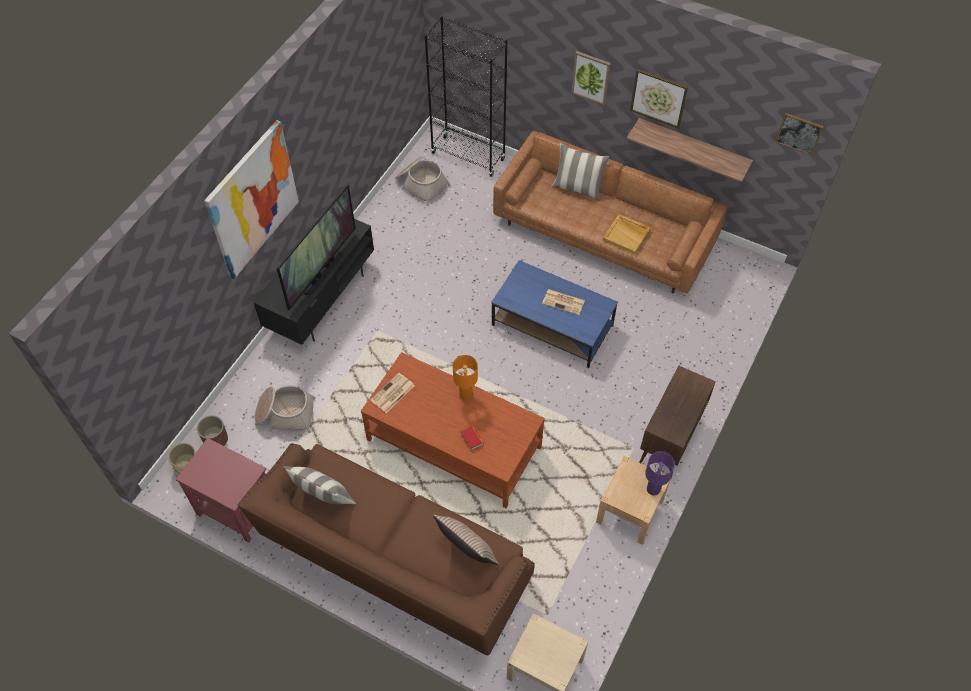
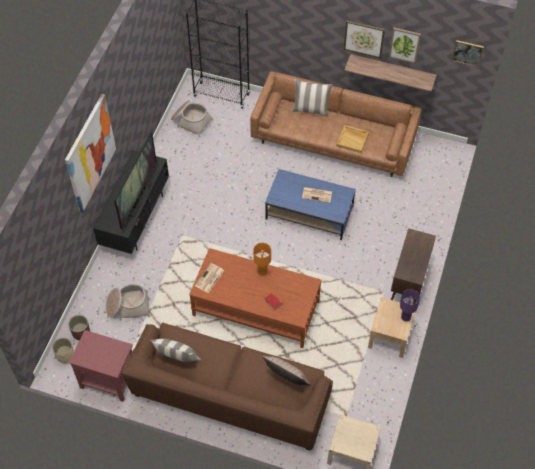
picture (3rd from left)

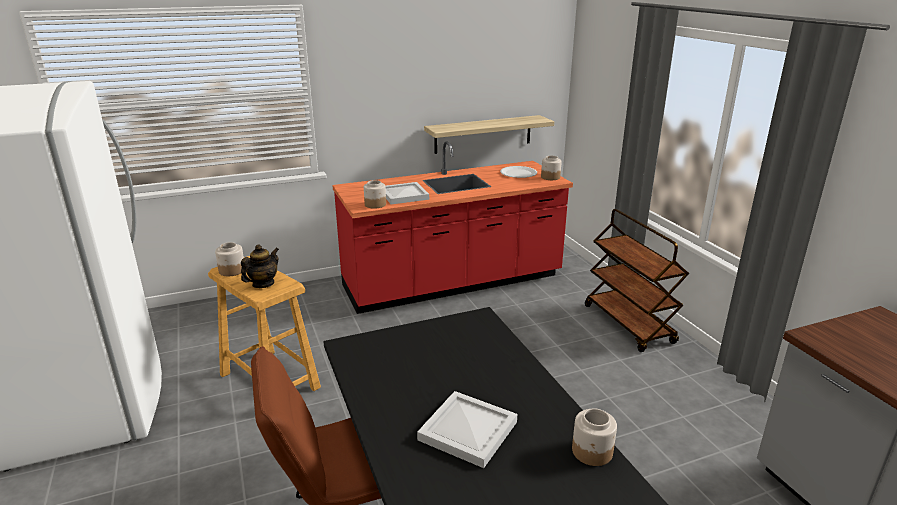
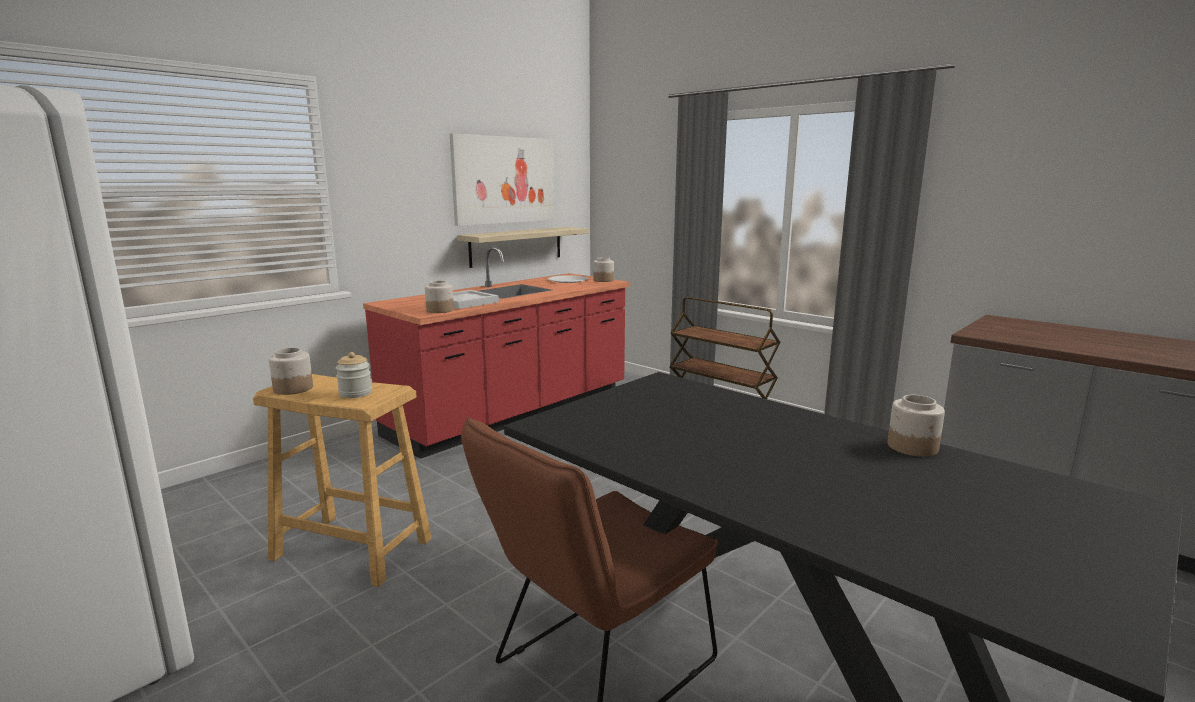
jar (2nd from left)
white tray (2nd from left in the first image)
picture

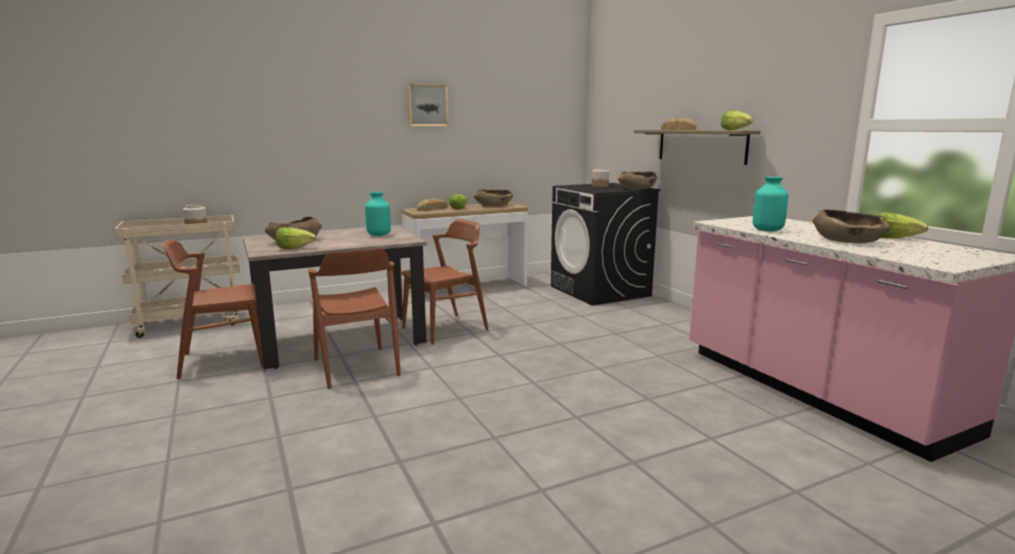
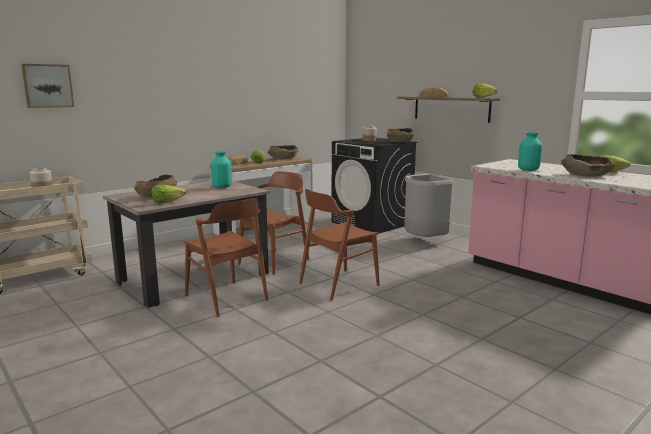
picture
brown chair (3rd from left)
grey trash can

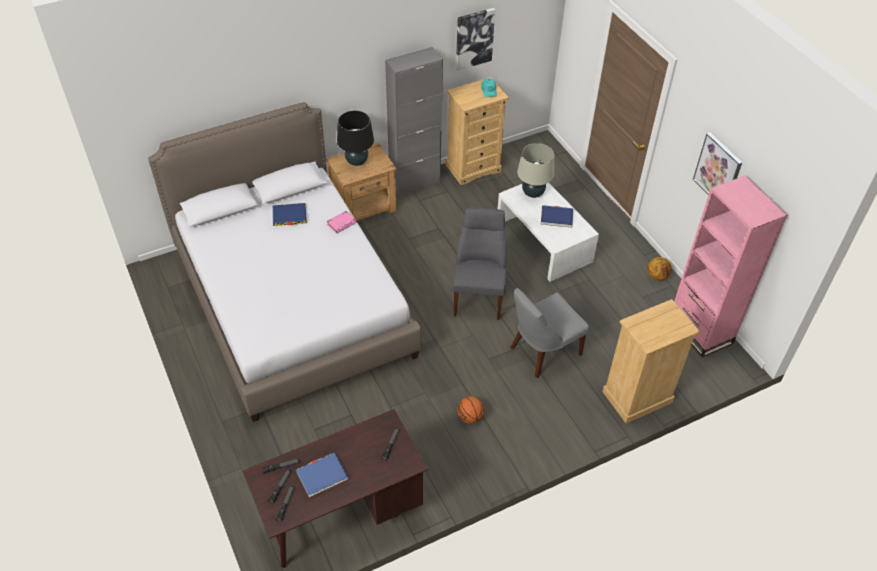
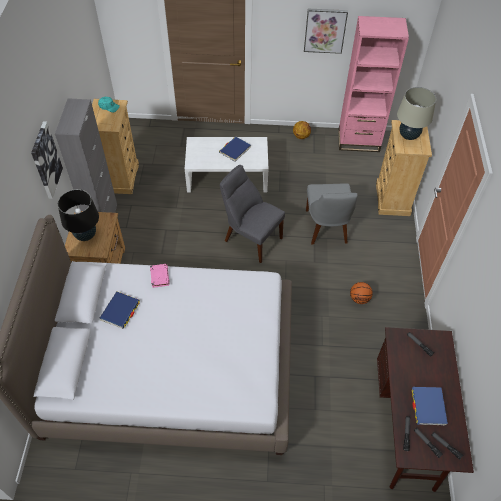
picture (1st from left)
beige table lamp

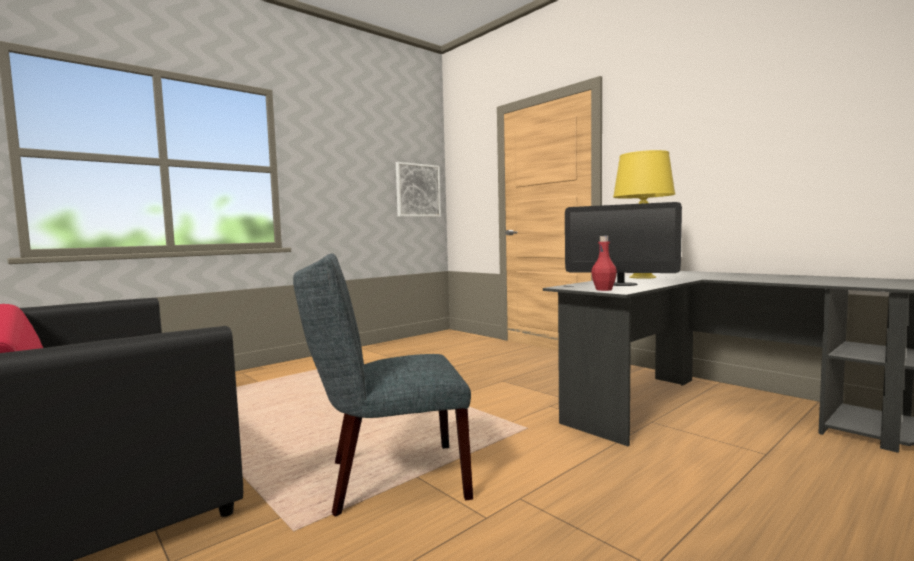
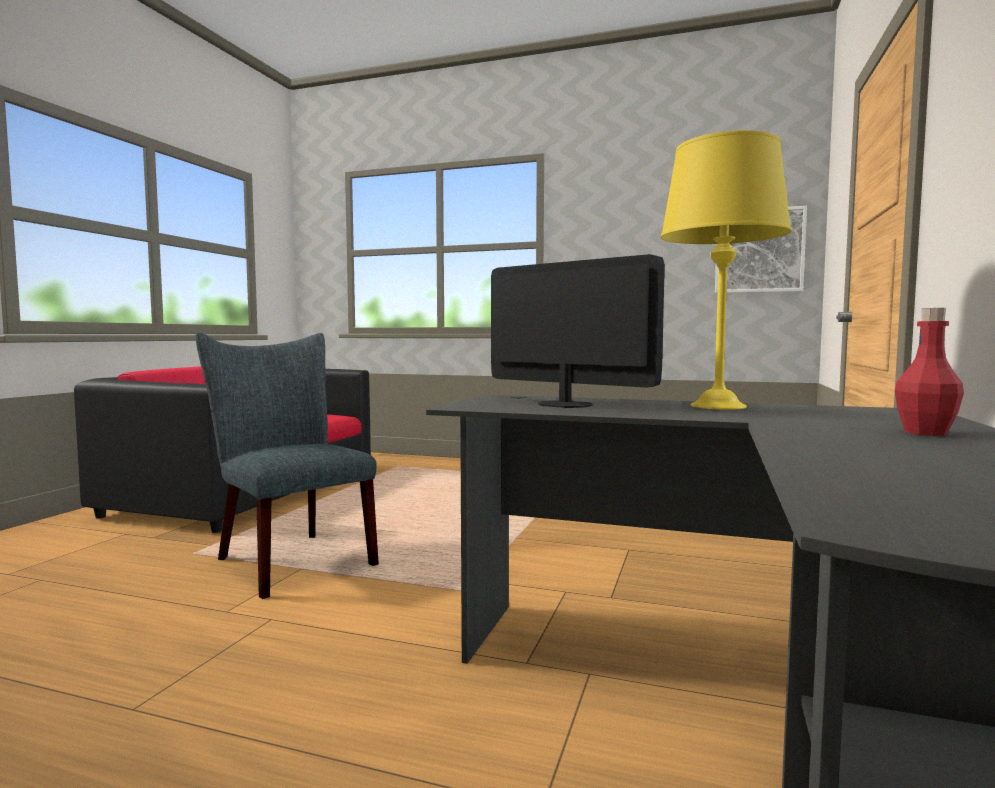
monitor
red bottle

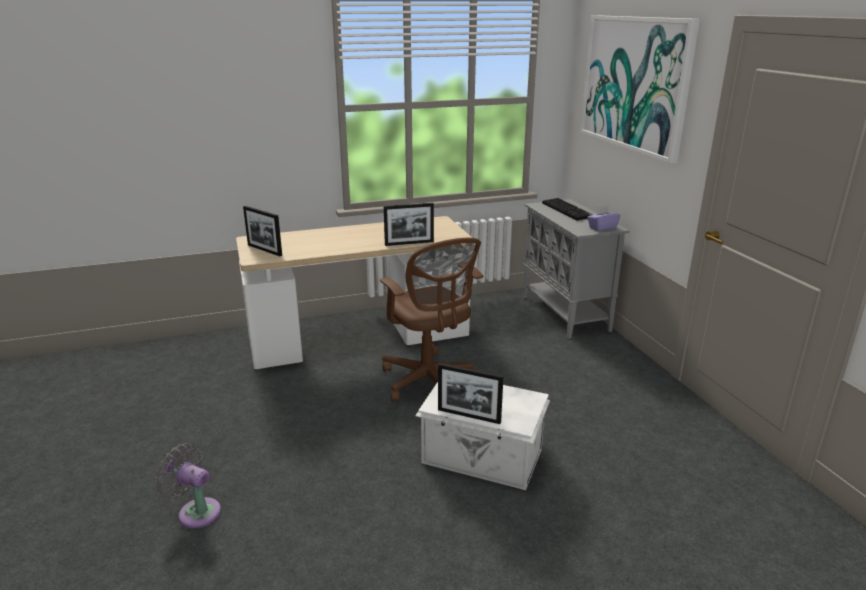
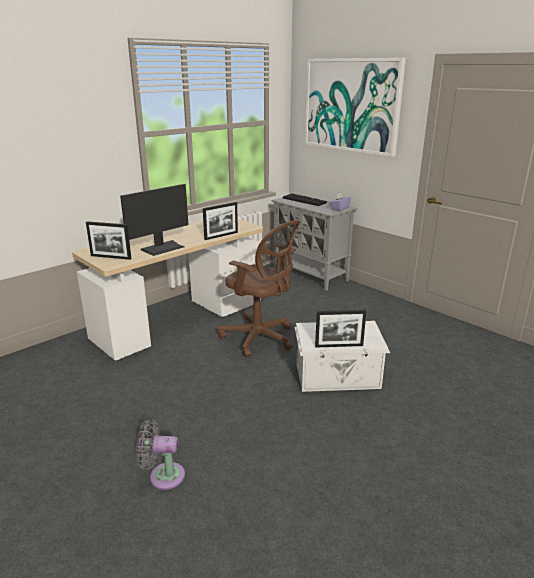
monitor

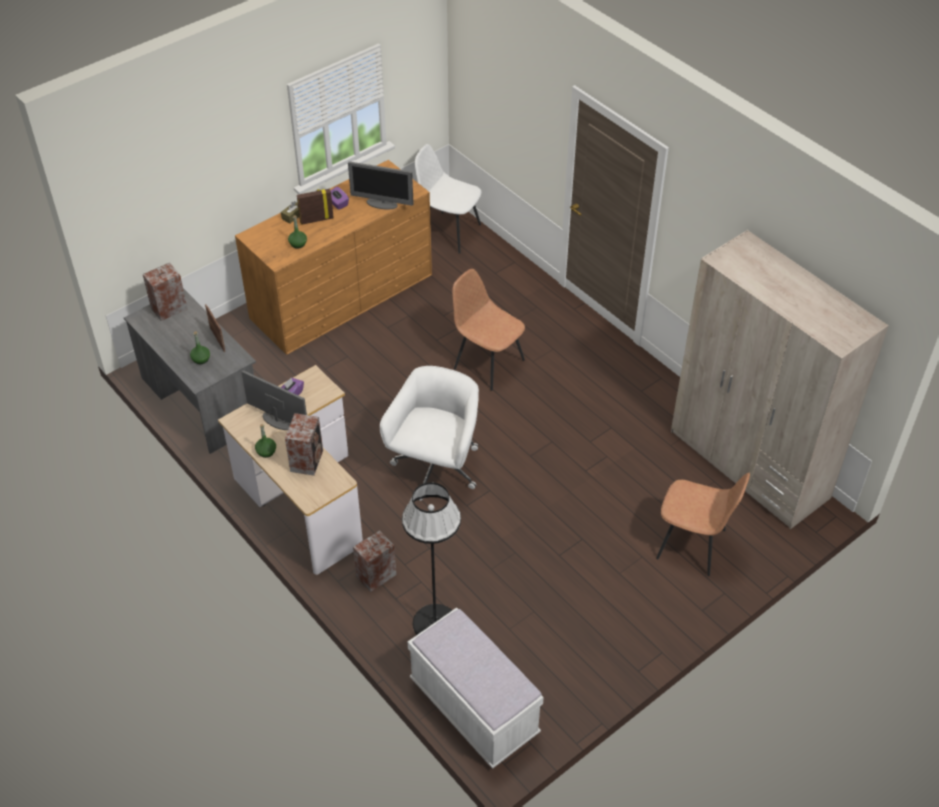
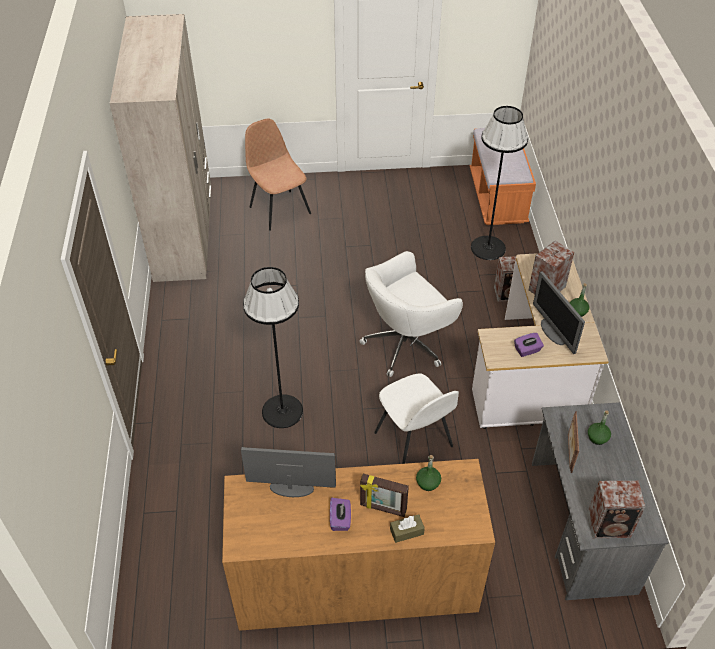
white chair
monitor (1st from left)
black floor lamp (1st from left)
orange bench

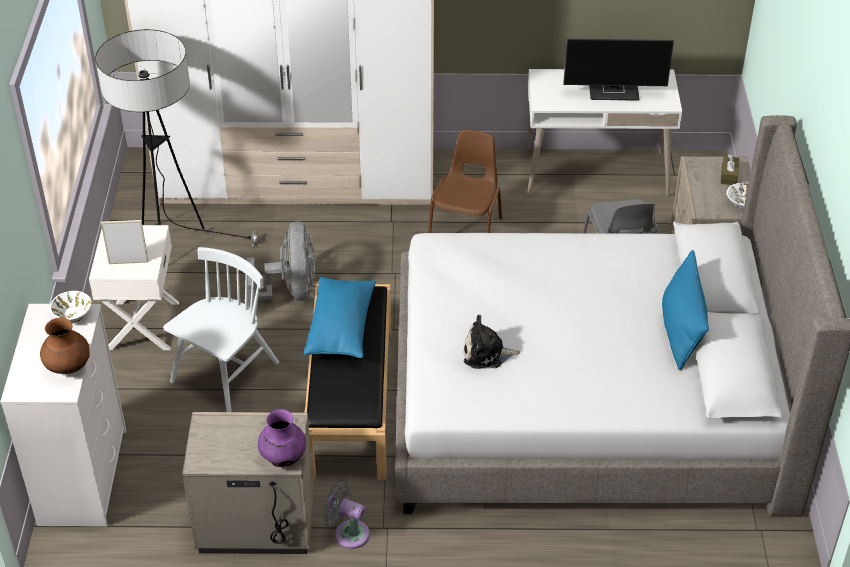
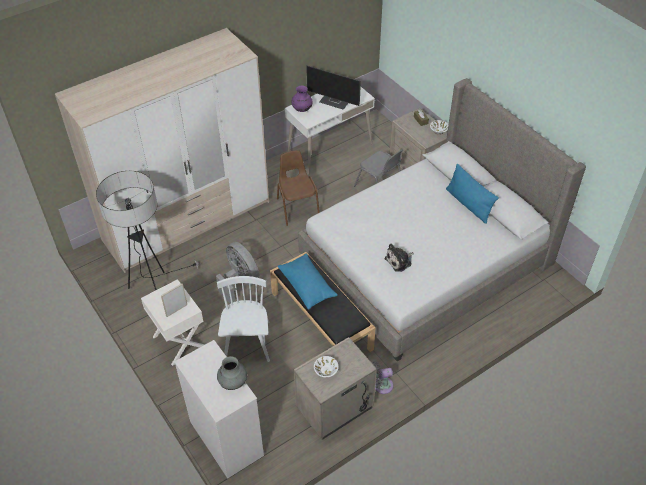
monitor
white bowl (1st from left)
grey vase
purple vase

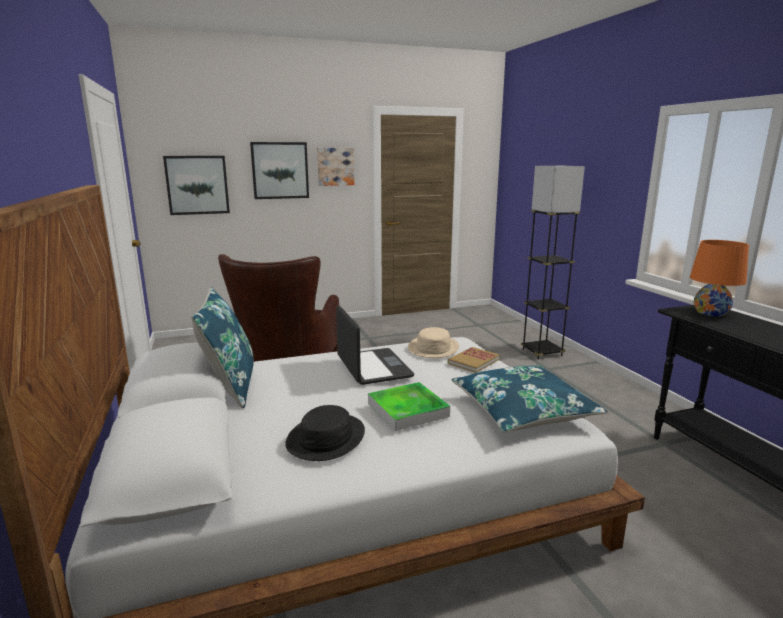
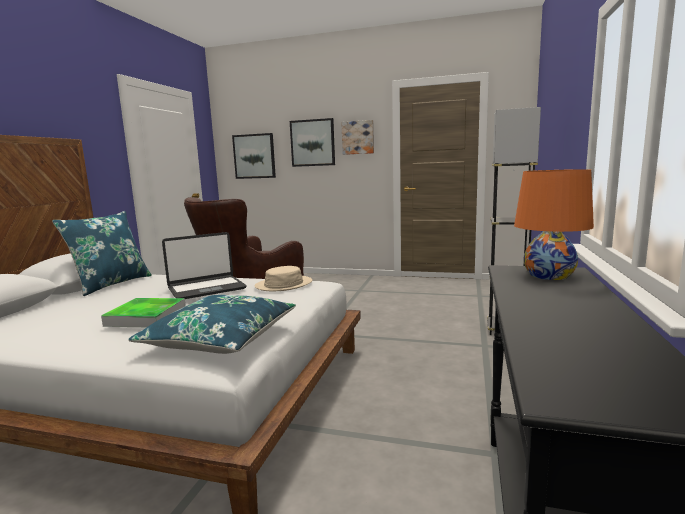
laptop
book
black hat

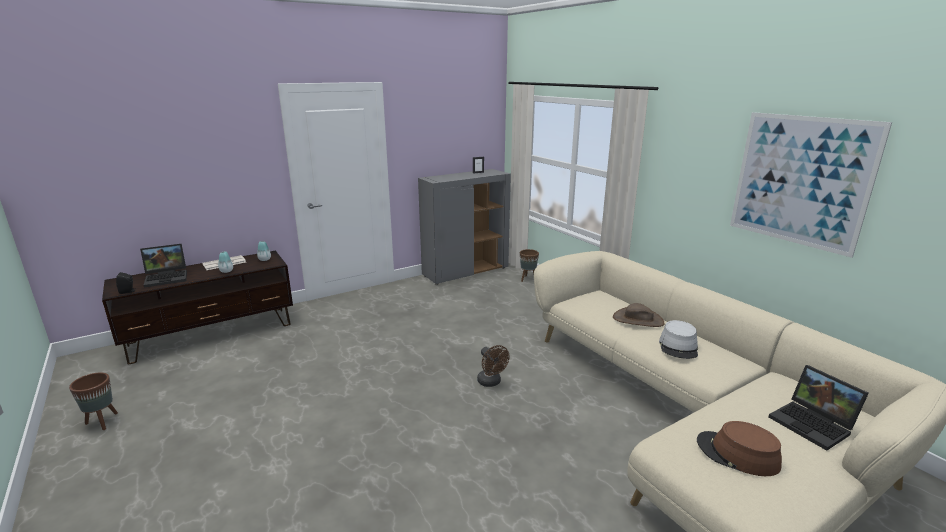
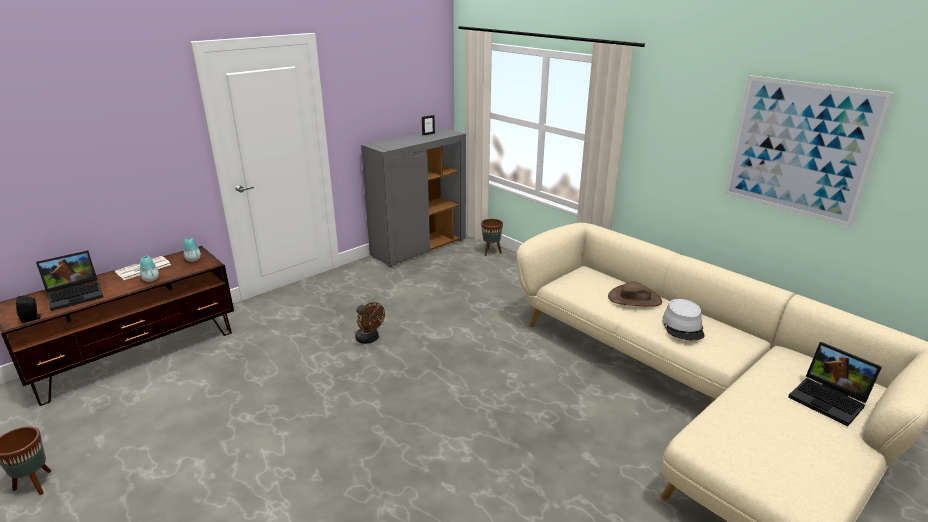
brown fan
brown hat (2nd from left in the first image)

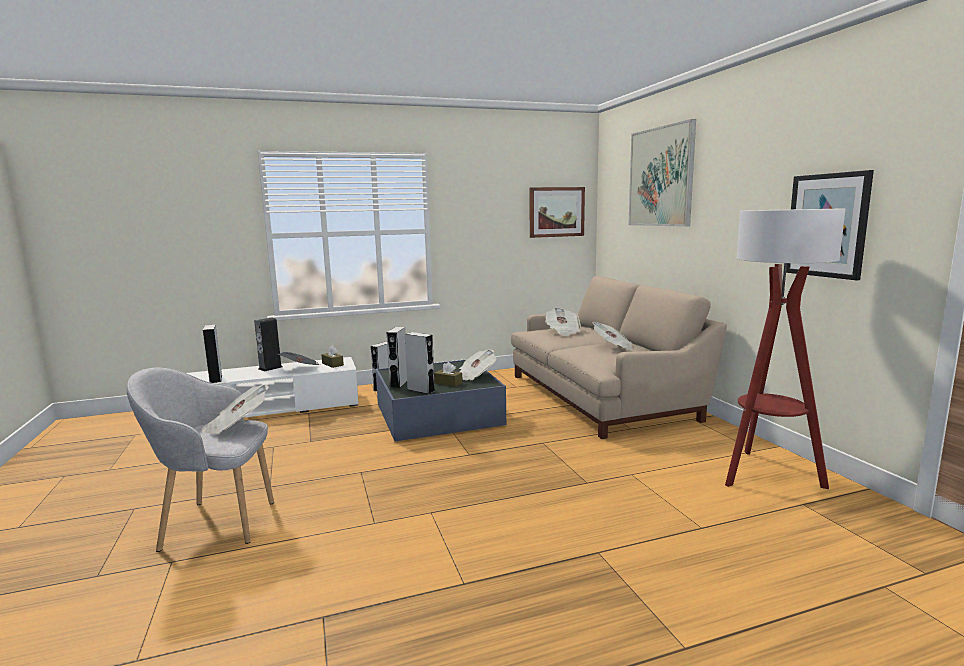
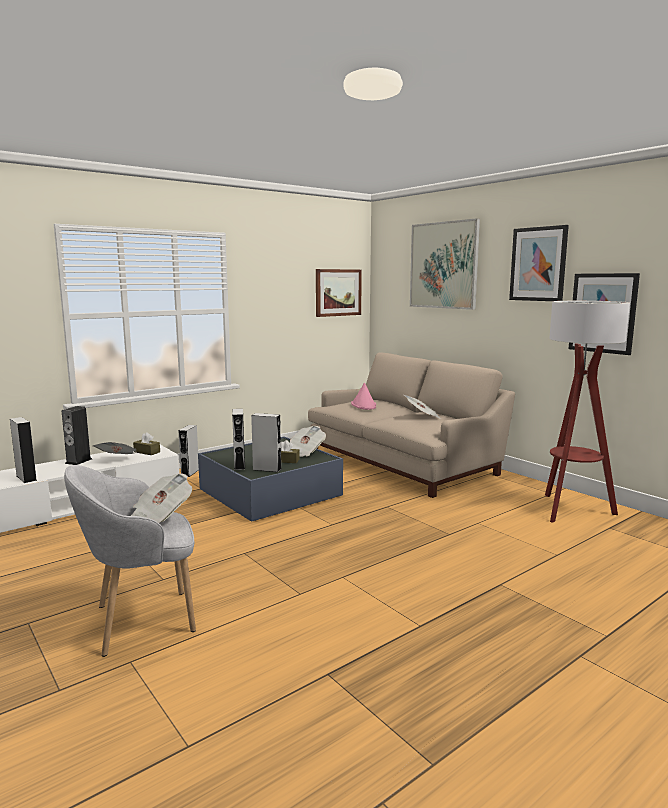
pink hat
picture (3rd from left)

